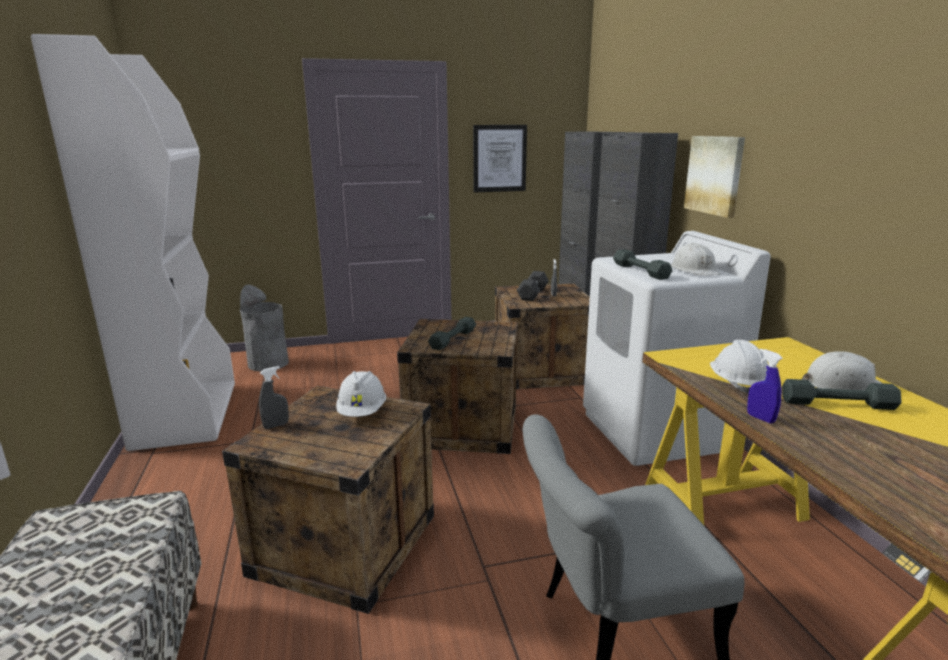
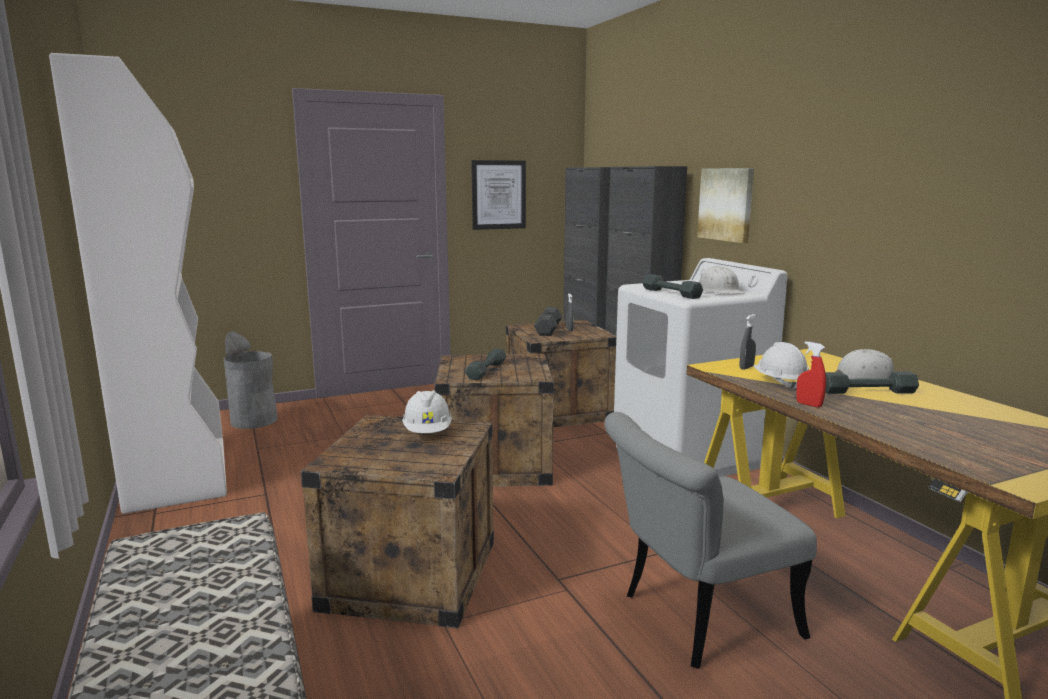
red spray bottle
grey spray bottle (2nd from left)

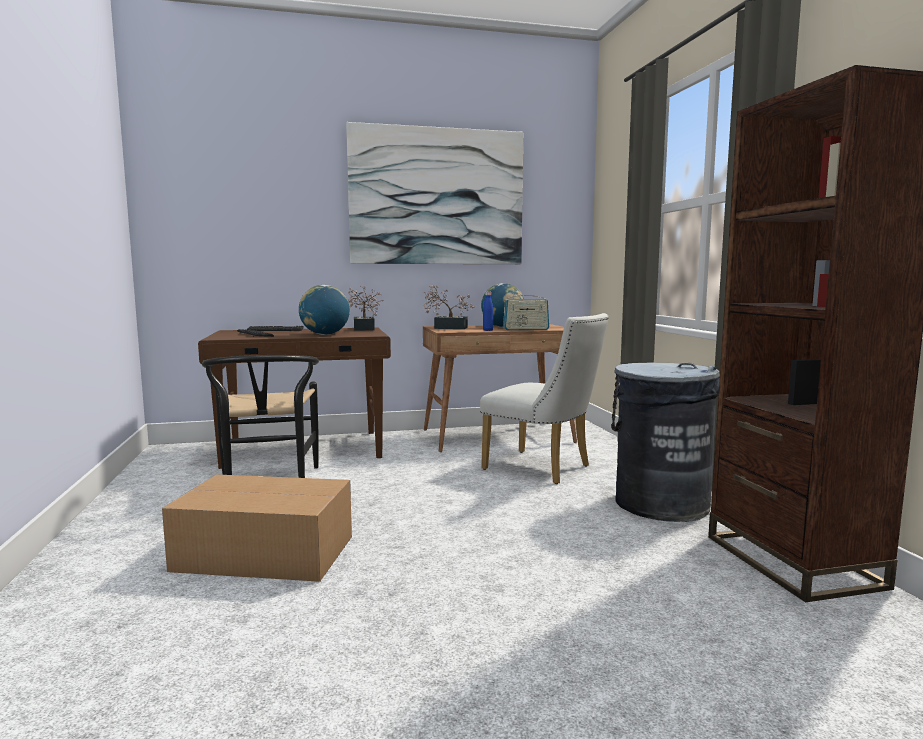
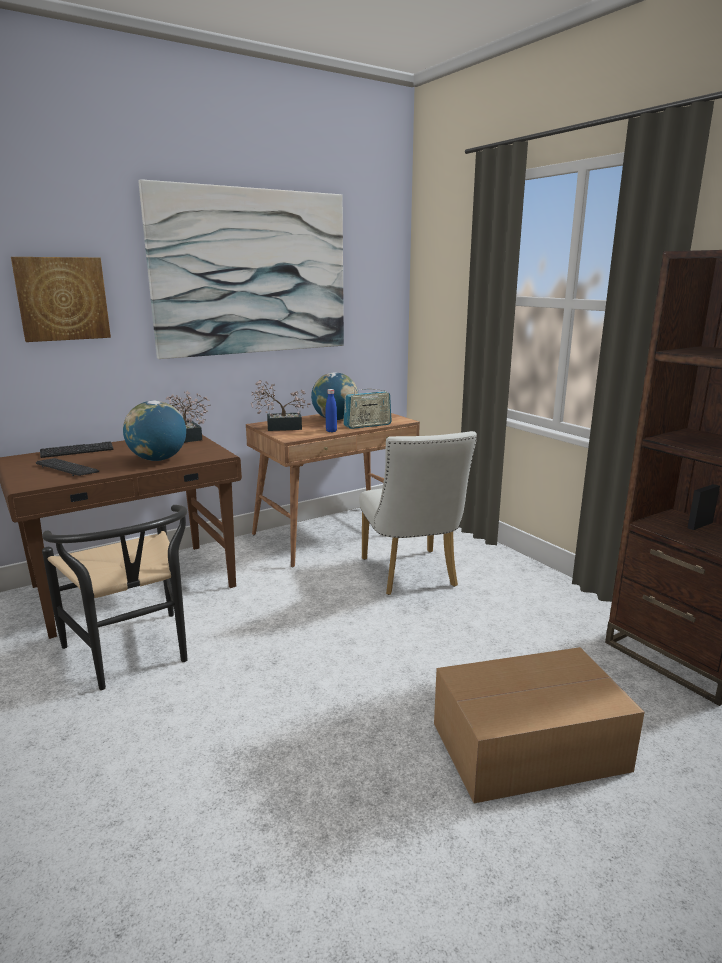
white chair
grey trash can
cardboard box
picture (1st from left)

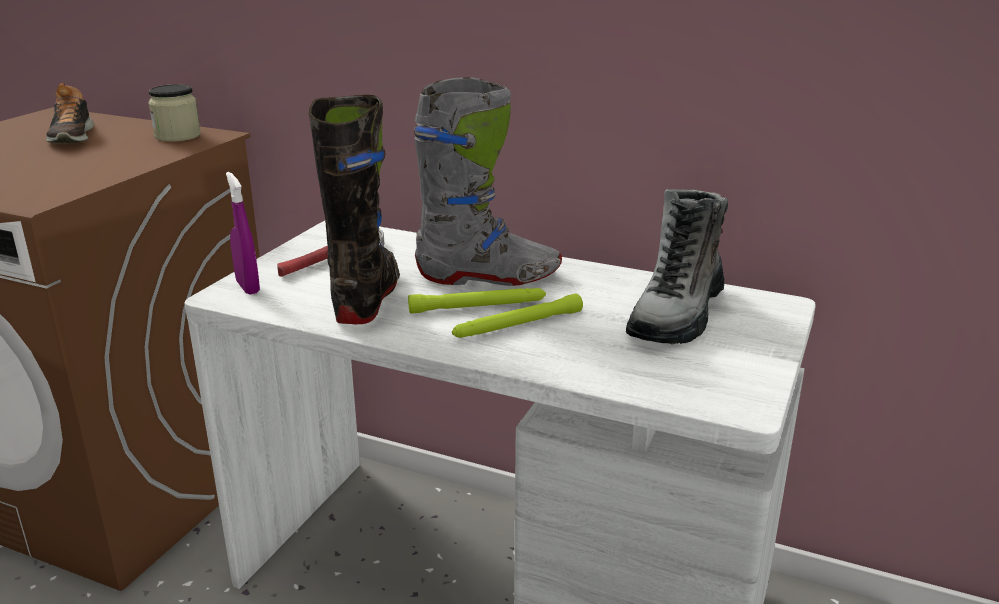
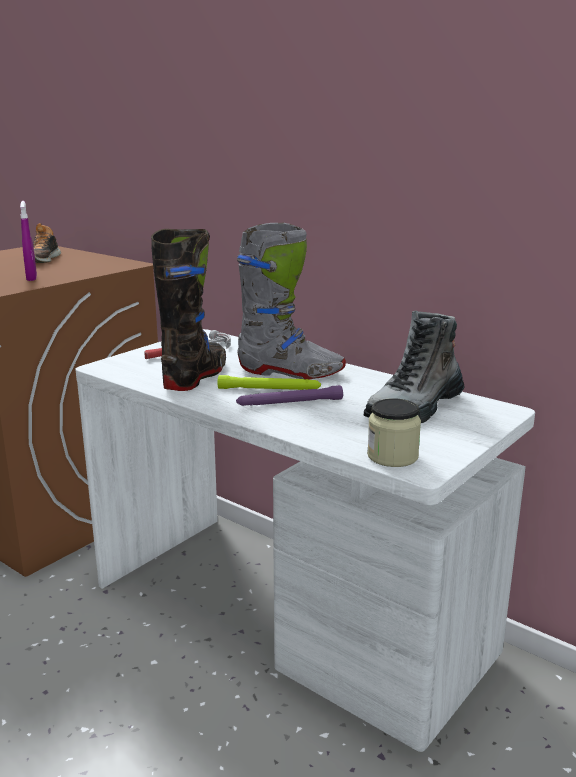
jar
purple spray bottle
purple flashlight

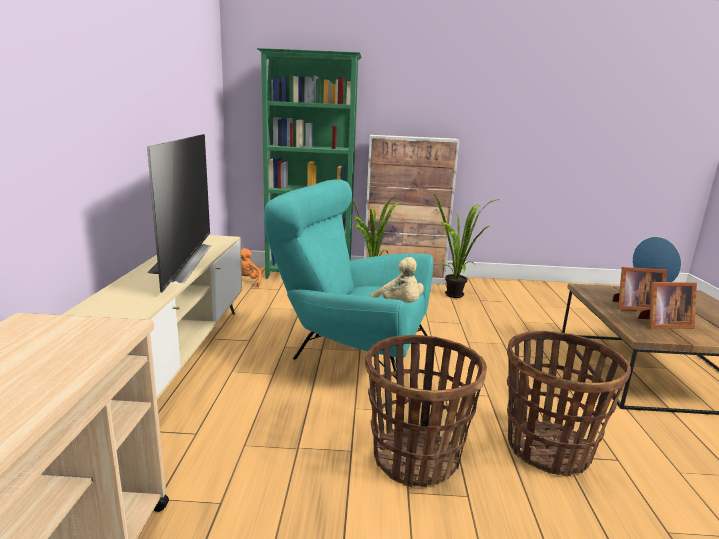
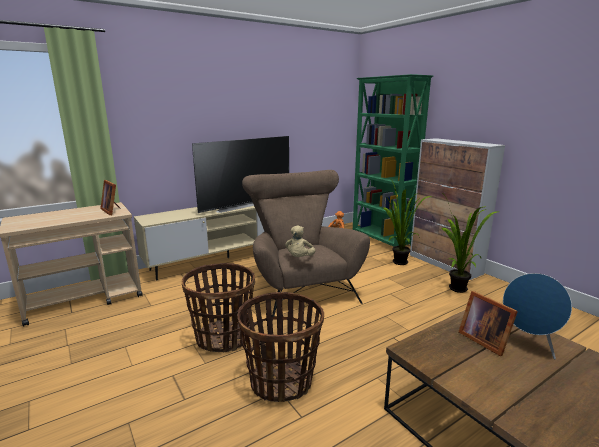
brown armchair
picture frame (1st from left)

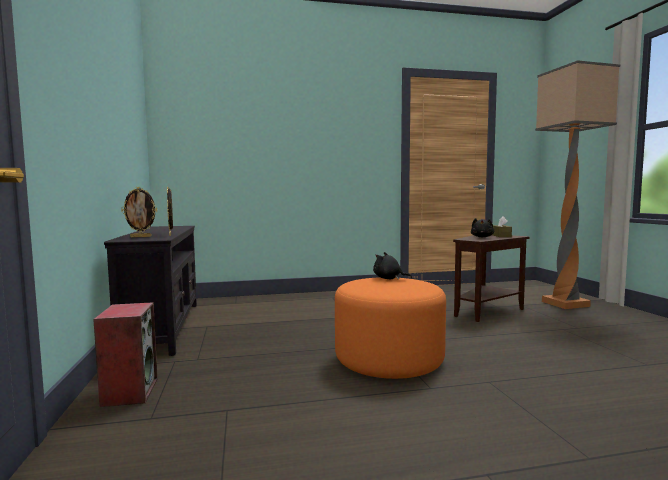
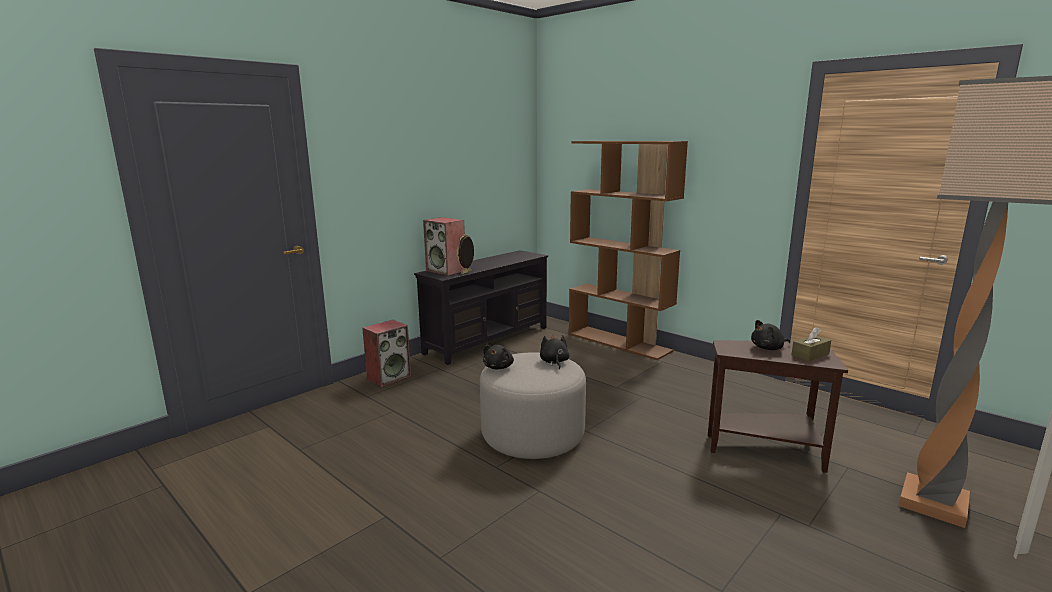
speaker (2nd from left)
grey ottoman
brown bookcase
black plush toy (1st from left)

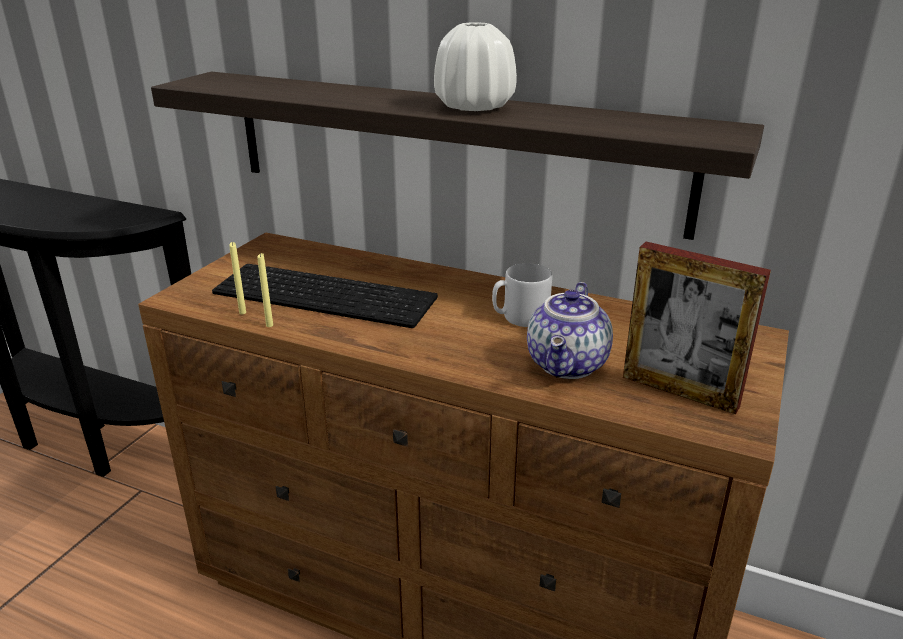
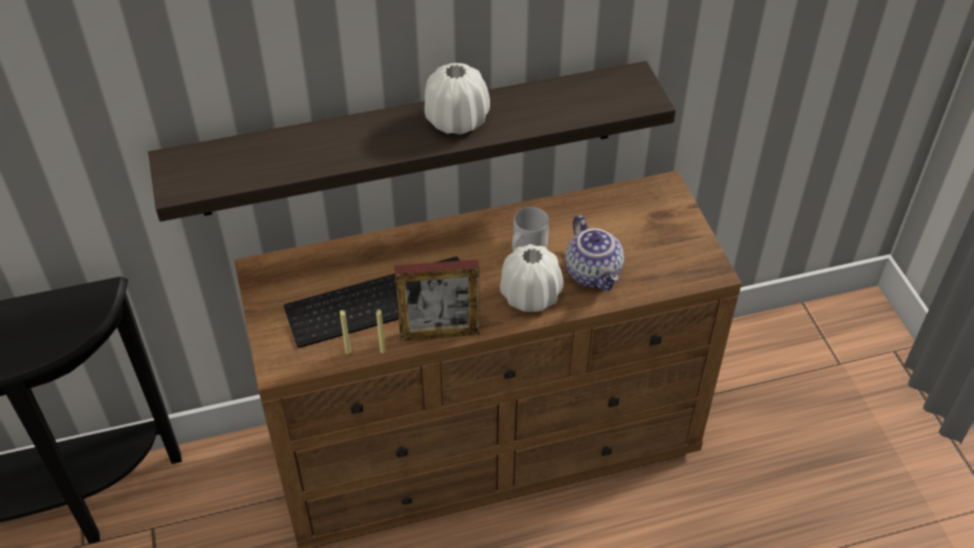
picture frame
white vase (2nd from left)

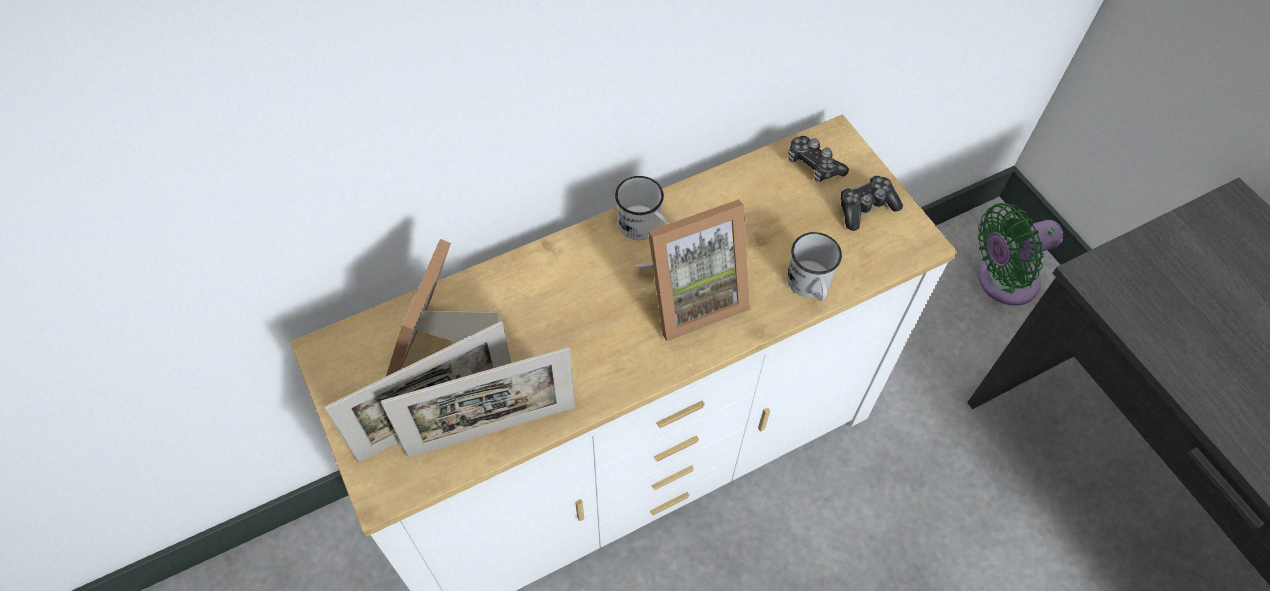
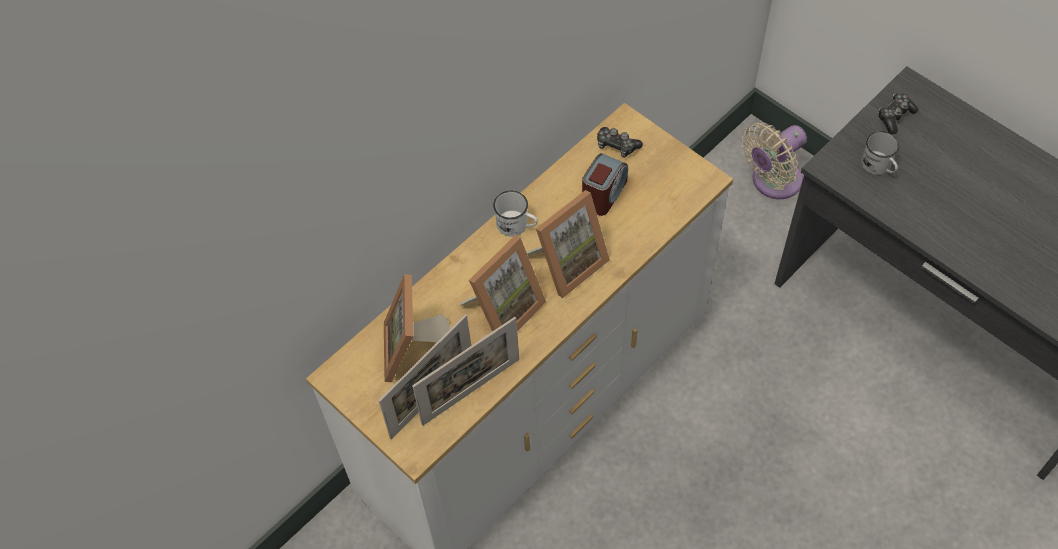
game controller (2nd from left)
beige fan
white mug (2nd from left)
alarm clock
picture frame (4th from left)

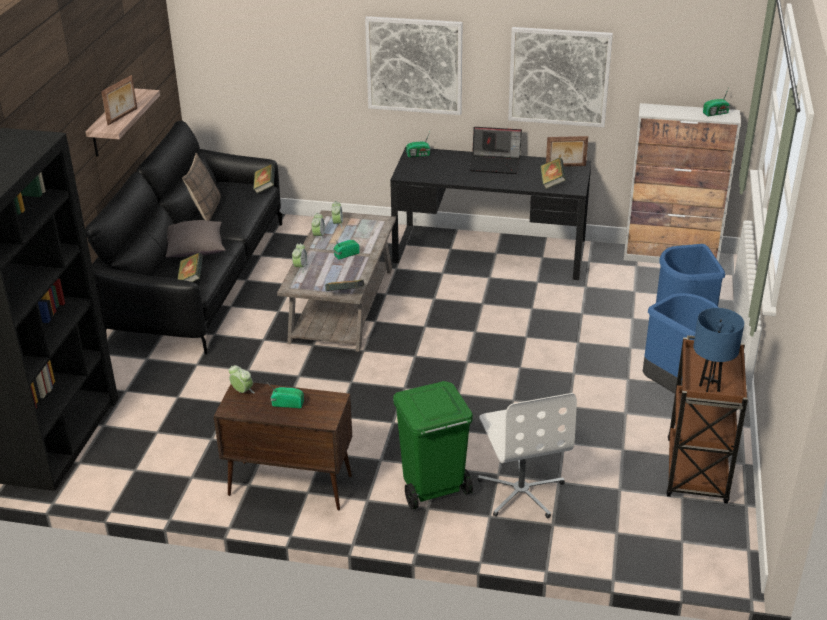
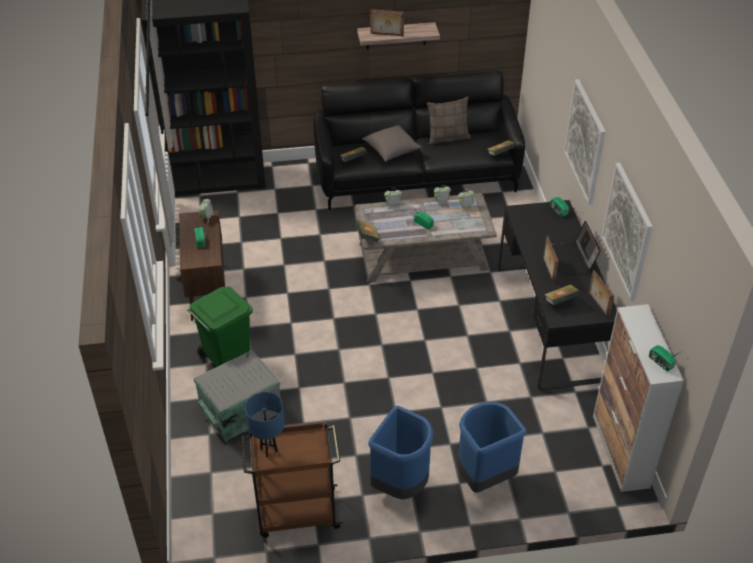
grey storage box
picture frame (2nd from left)

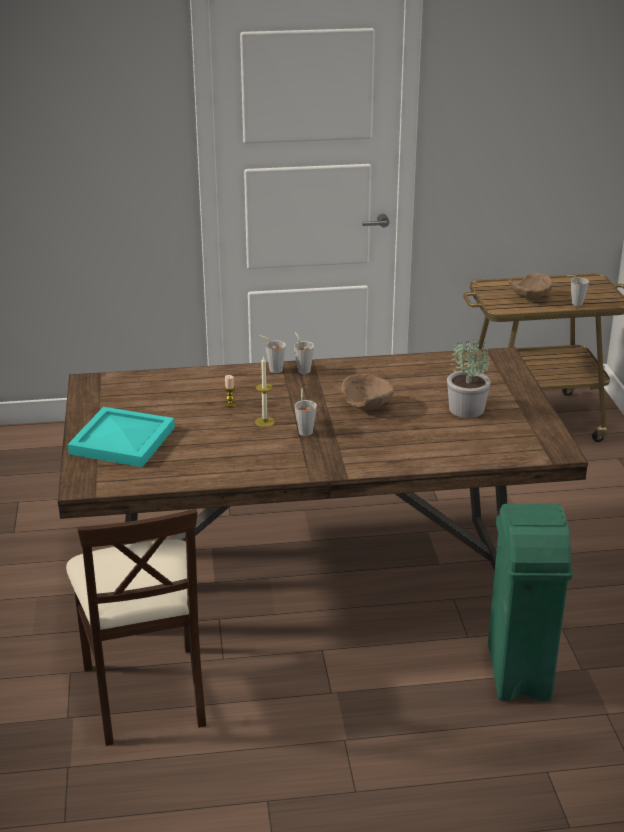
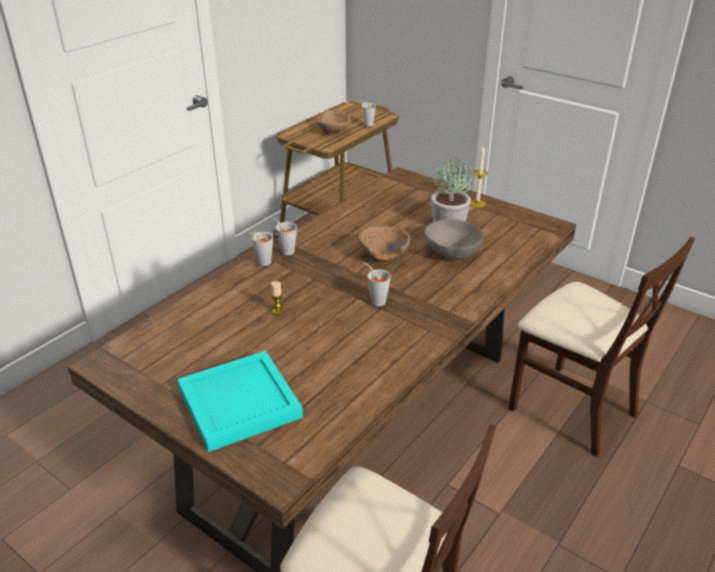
candle (2nd from left)
beige chair (2nd from left)
grey bowl

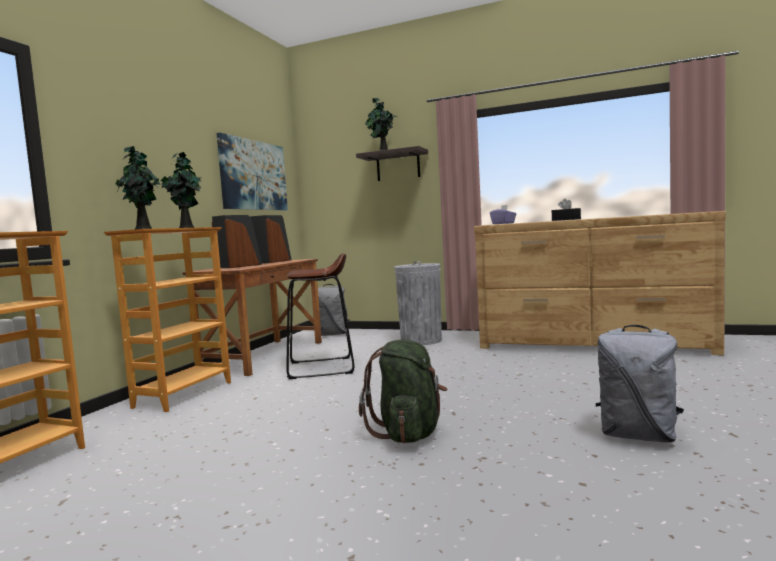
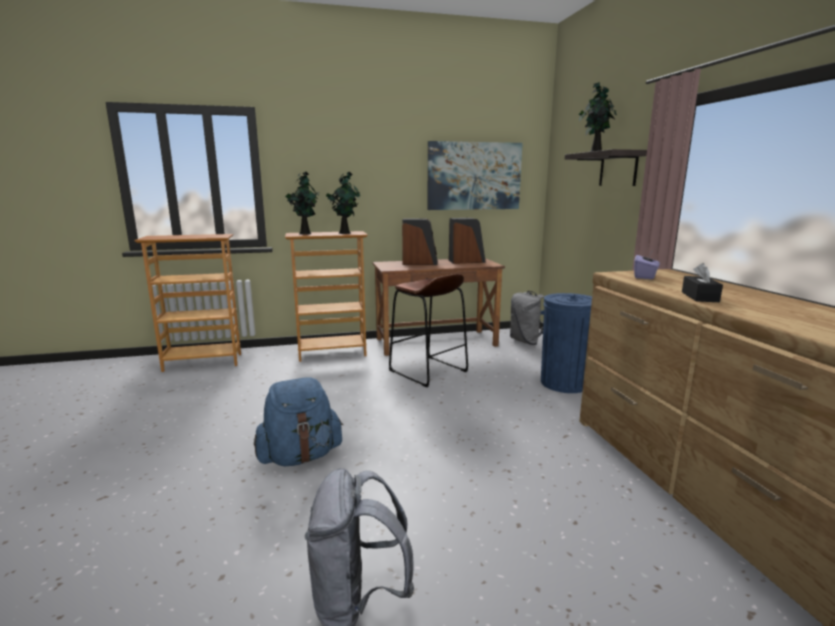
blue trash can
blue backpack

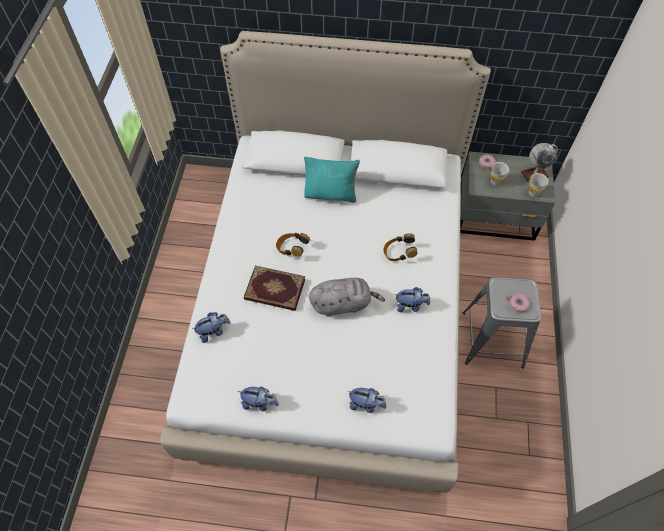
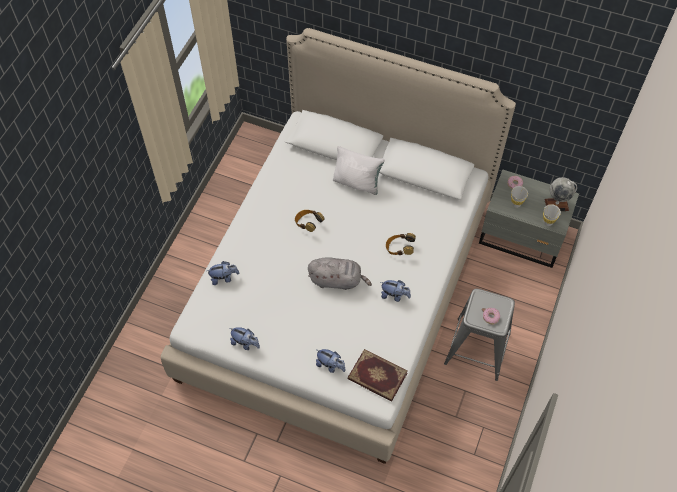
white pillow
book

